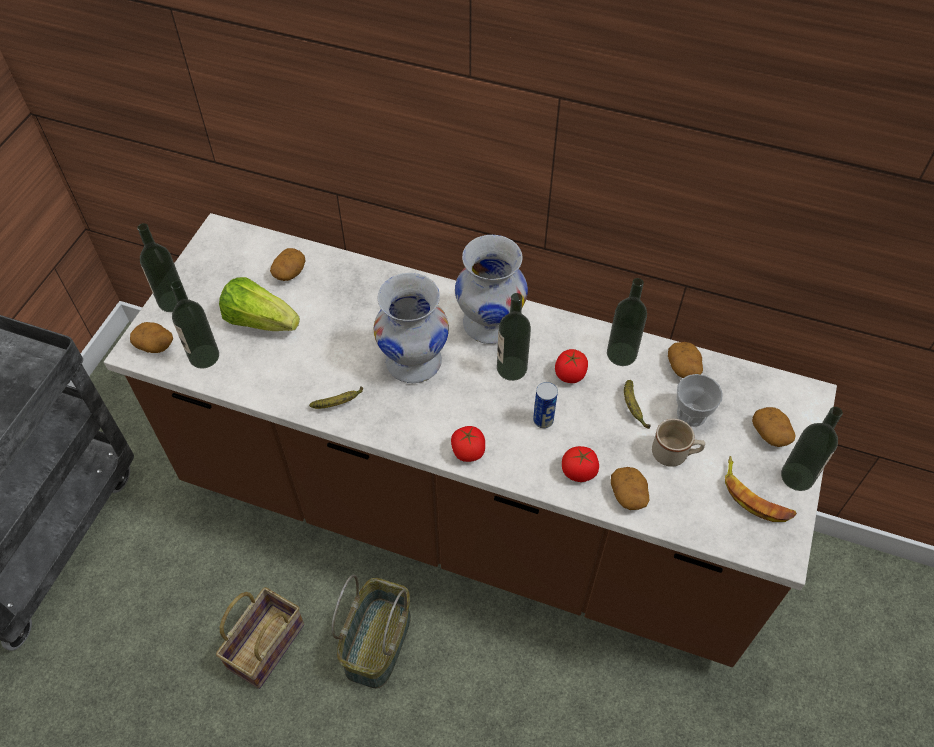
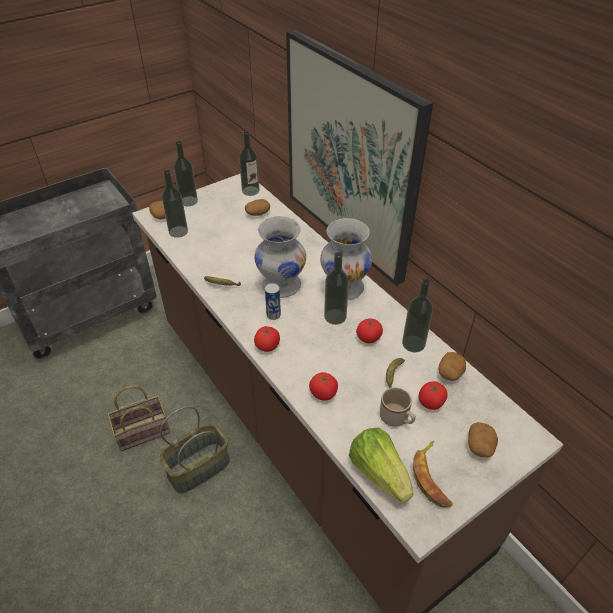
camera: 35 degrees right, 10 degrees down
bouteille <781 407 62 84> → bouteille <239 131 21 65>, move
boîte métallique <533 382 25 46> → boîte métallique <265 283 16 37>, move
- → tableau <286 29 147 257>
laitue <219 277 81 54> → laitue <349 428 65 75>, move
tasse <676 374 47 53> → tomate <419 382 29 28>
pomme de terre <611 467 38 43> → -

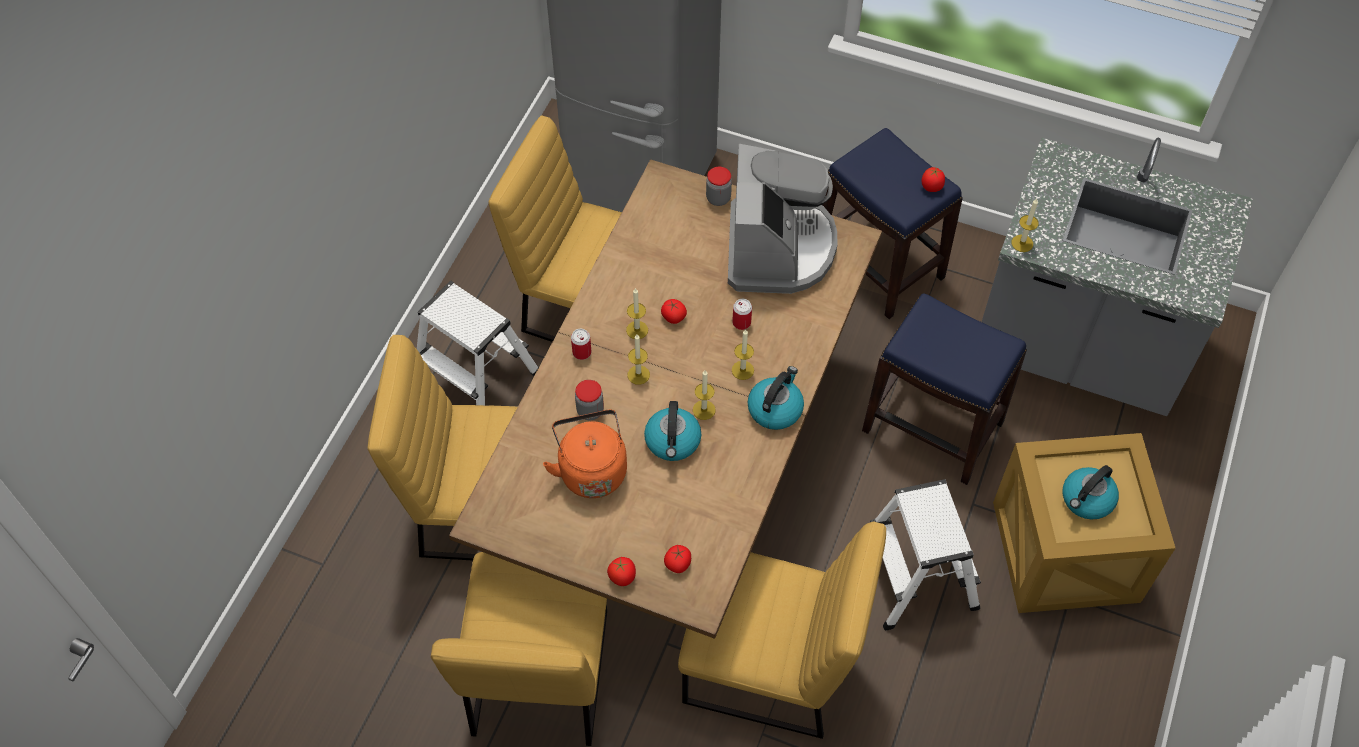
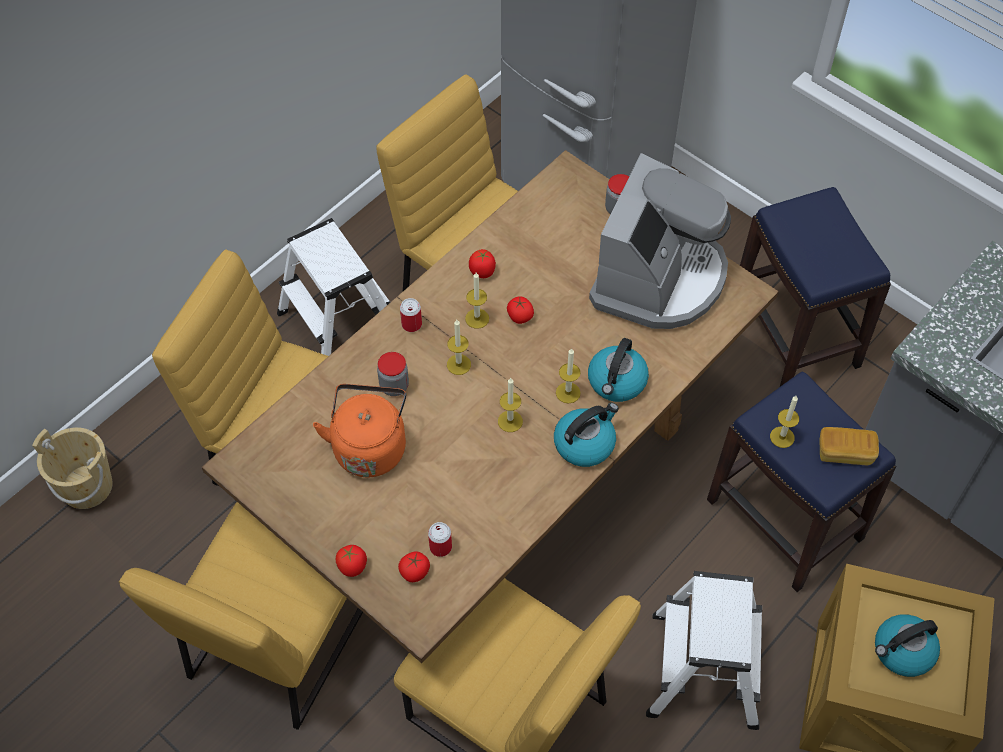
camera: 20 degrees right, 0 degrees up
- → seau/beige <32 427 81 82>
boîte métallique <732 299 20 31> → boîte métallique <428 522 24 35>, move
tomate <921 167 24 25> → tomate <469 249 27 29>, move
bouilloire <644 401 57 60> → bouilloire <588 338 61 64>, move
bougie <1012 198 26 54> → bougie <770 396 29 52>, move
- → pain <820 427 59 38>

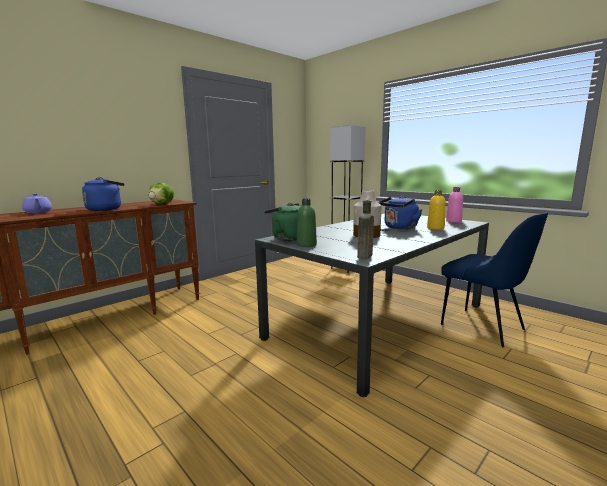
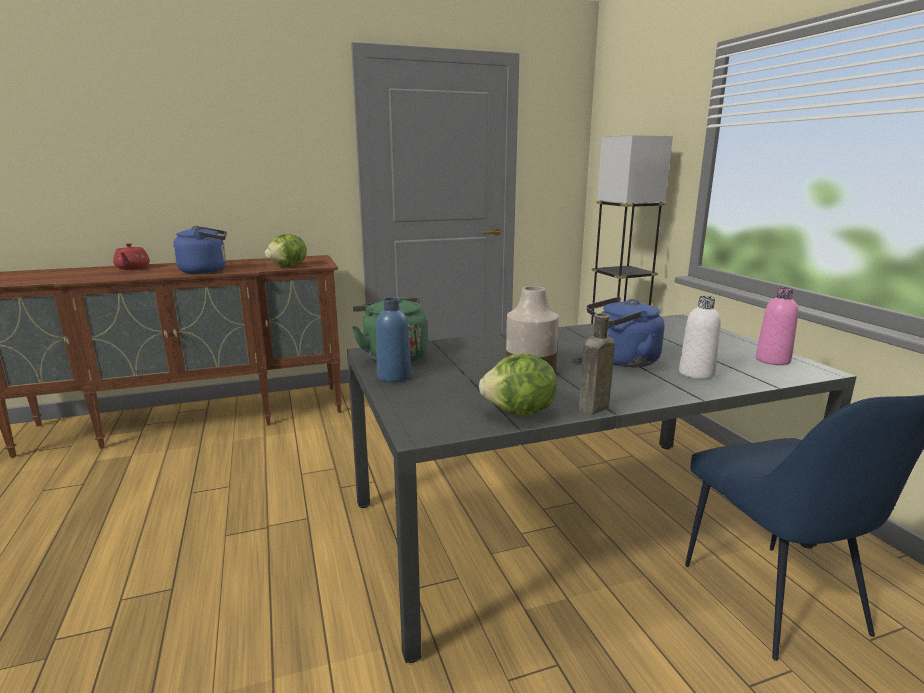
camera: 25 degrees right, 5 degrees up
théière/violet <22 193 30 20> → théière/rouge <113 243 37 27>
bouteille/vert <297 199 20 48> → bouteille/bleu <376 298 35 84>
- → laitue <479 354 78 62>
bouteille/marron <357 200 17 59> → bouteille/marron <578 313 37 102>, move
bouteille/jaune <427 190 19 40> → bouteille/blanc <679 296 42 83>

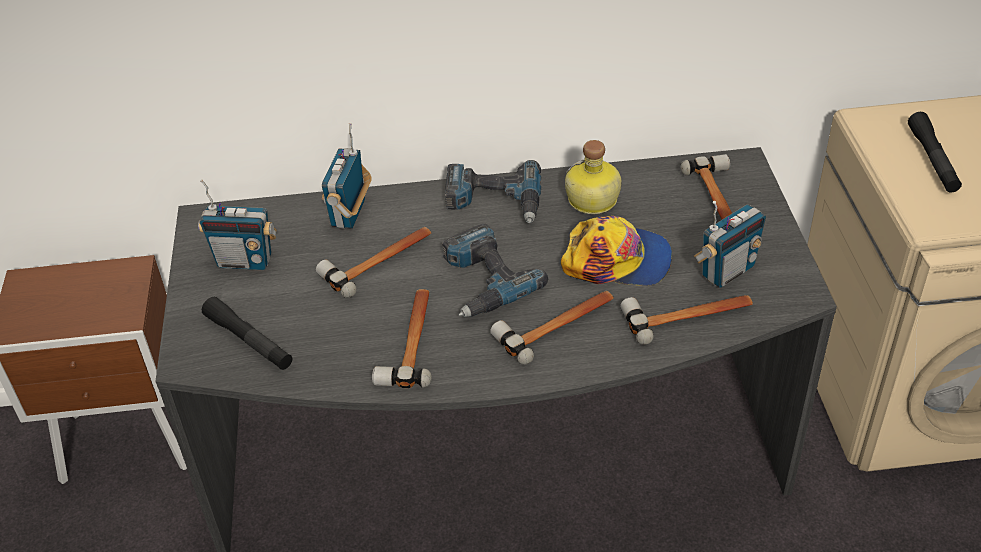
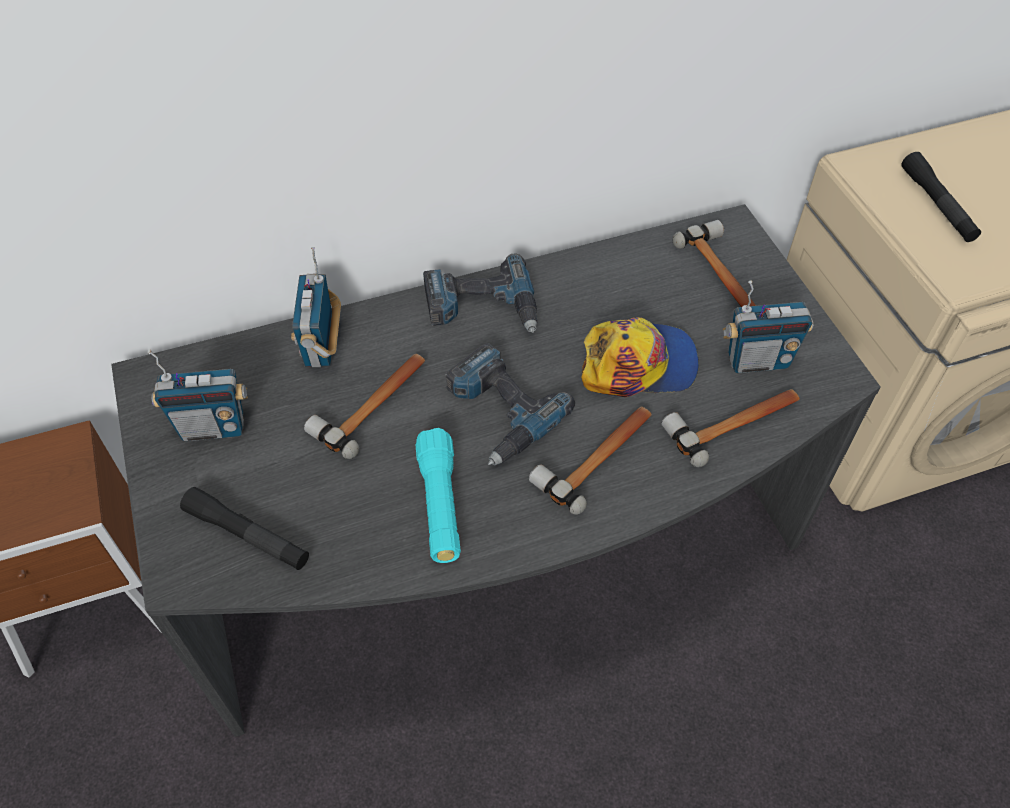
camera: 15 degrees left, 10 degrees up
marteau <372 289 60 99> → lampe de poche/turquoise <415 428 46 135>
radio <694 201 72 87> → radio <723 280 90 93>, 45 degrees clockwise
bouteille <565 140 57 74> → -

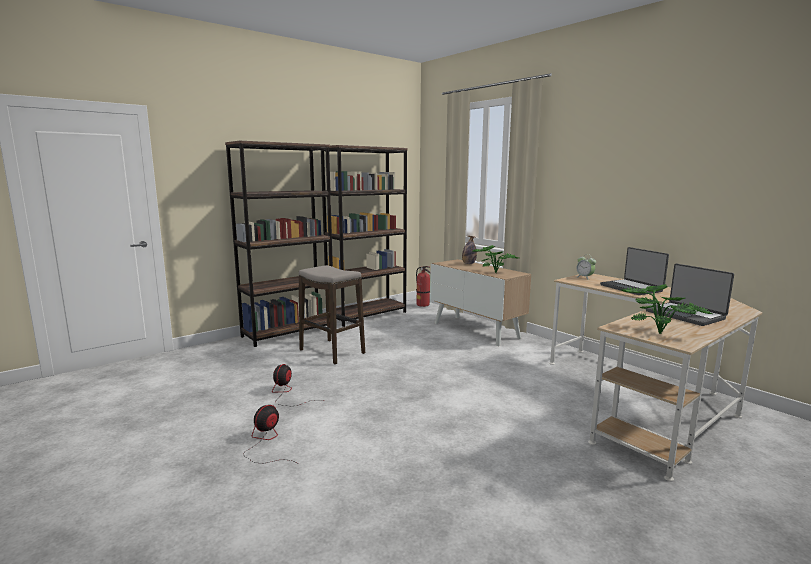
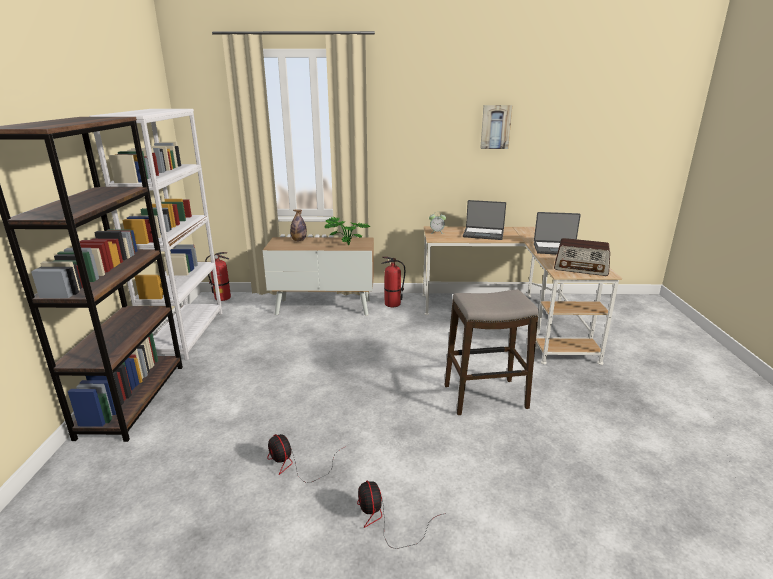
camera: 50 degrees left, 10 degrees up
bibliothèque/marron <321 145 87 182> → bibliothèque/blanc <89 109 134 251>
- → extincteur <381 257 24 50>
tabouret <299 265 66 100> → tabouret <445 290 94 125>, move
- → tableau <480 105 32 44>
plante en pot <621 284 92 50> → radio <554 238 56 38>

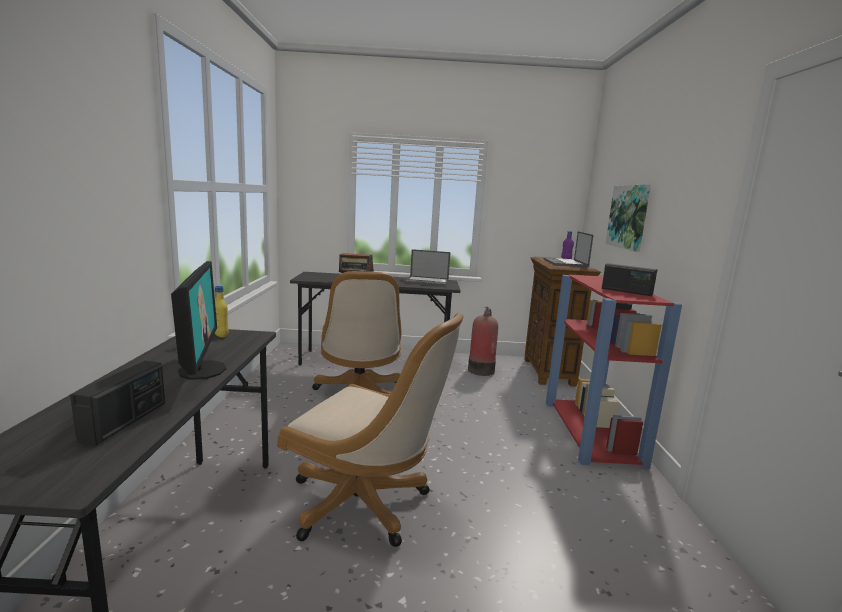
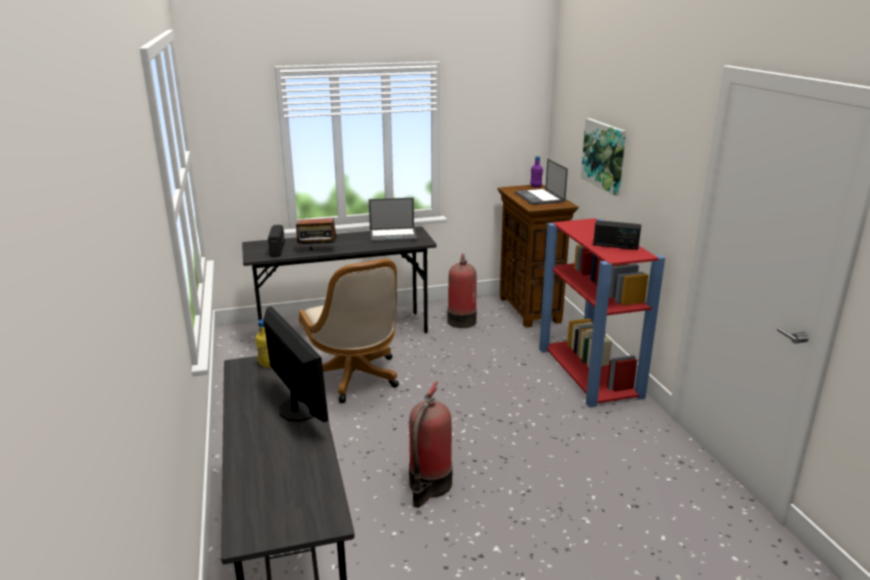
camera: 15 degrees left, 10 degrees up
radio <70 361 95 84> → radio <268 225 17 32>, move
chaise de bureau <277 313 186 234> → extincteur <409 381 43 127>

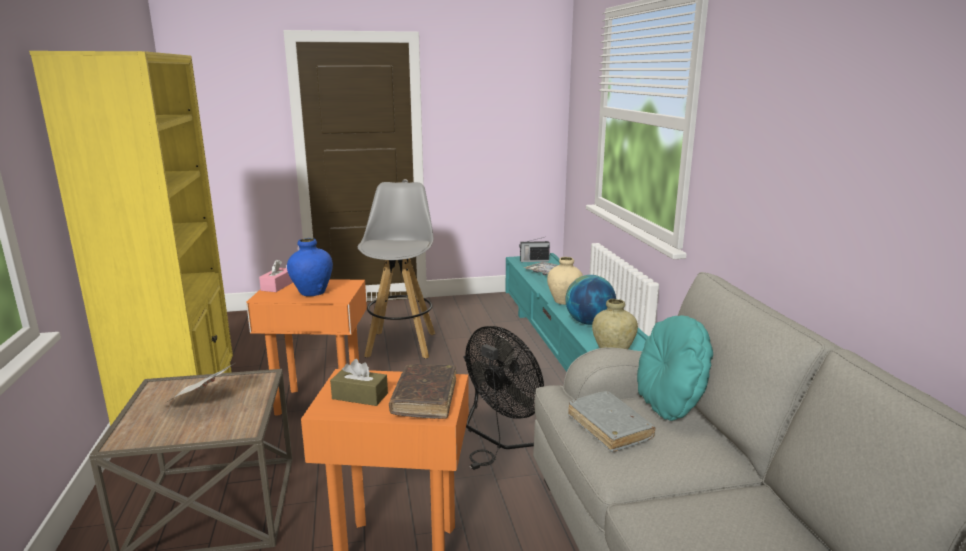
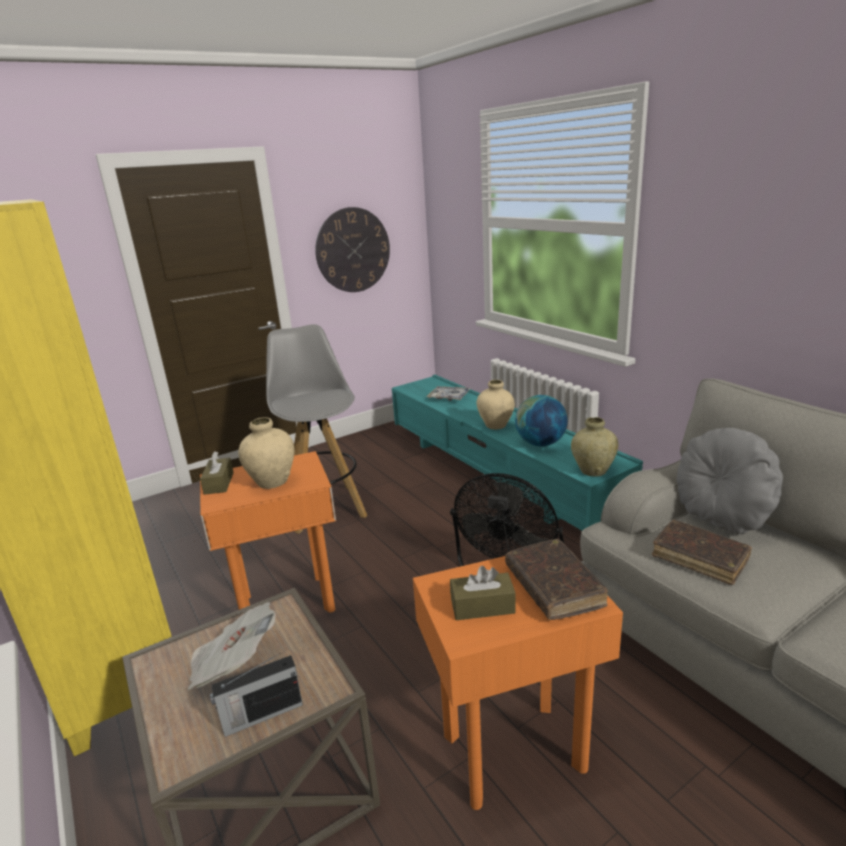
camera: 20 degrees left, 5 degrees up
boîte à mouchoirs/rose <259 260 34 32> → boîte à mouchoirs/marron <200 452 34 43>
radio <519 238 31 24> → radio <210 653 93 84>, move
vase/bleu <287 238 46 58> → vase/beige <238 417 56 72>
- → horloge murale <315 207 75 85>
livre/gris <568 391 87 61> → livre/marron <652 520 100 65>
coussin/turquoise <637 315 76 106> → coussin/gris <676 428 107 107>

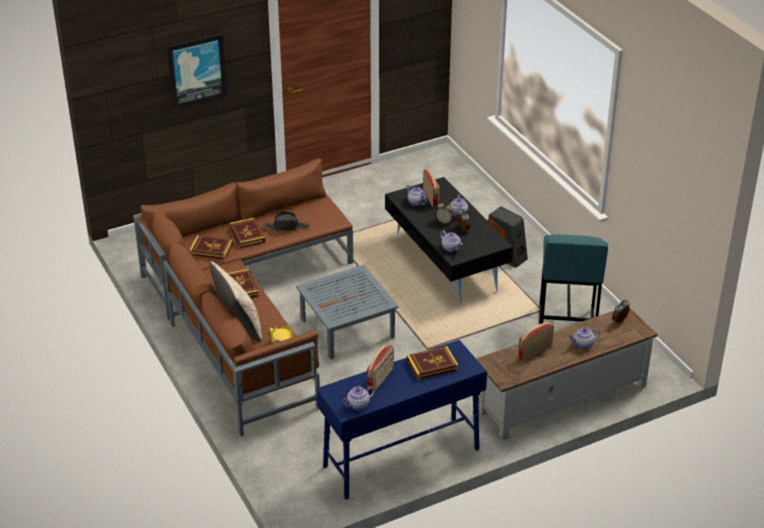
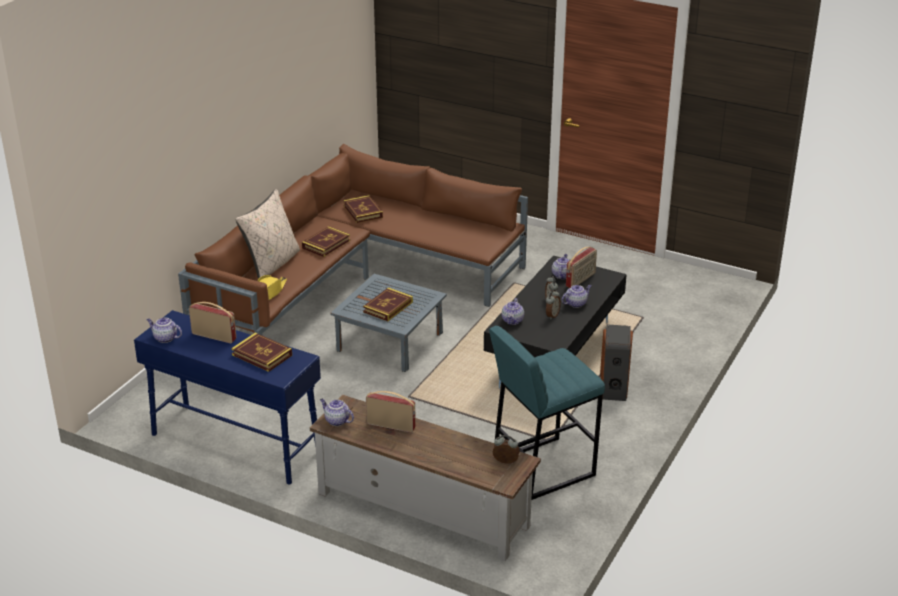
camera: 55 degrees right, 5 degrees down
radio <367 344 27 48> → radio <189 302 47 42>, 150 degrees counterclockwise
théière <569 327 31 22> → théière <320 398 34 28>, move
livre <229 218 36 30> → livre <363 287 50 35>, move
tableau <167 33 60 77> → -
chapeau/noir <263 212 47 19> → -

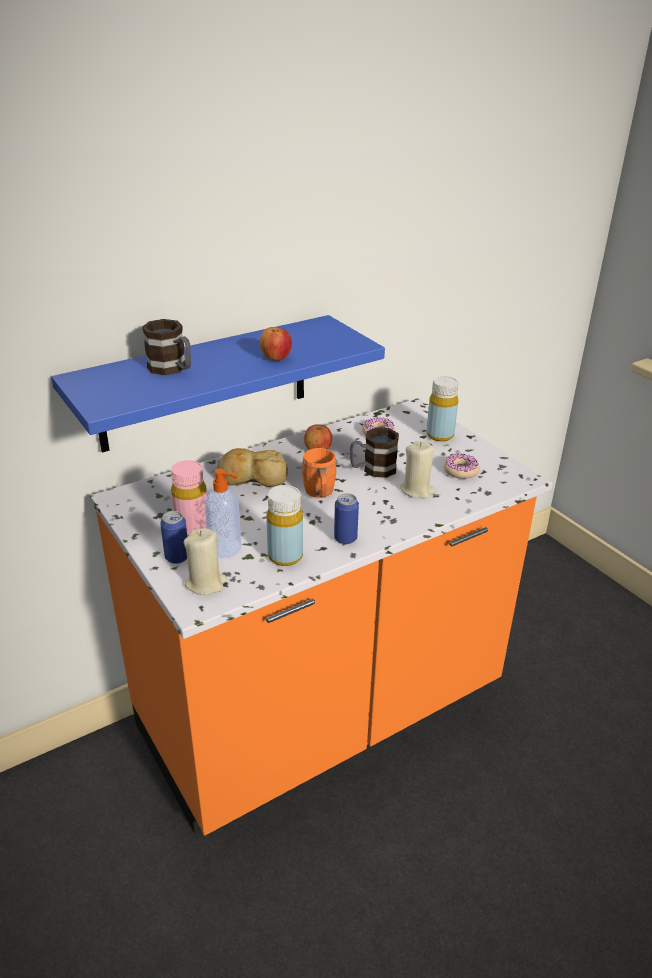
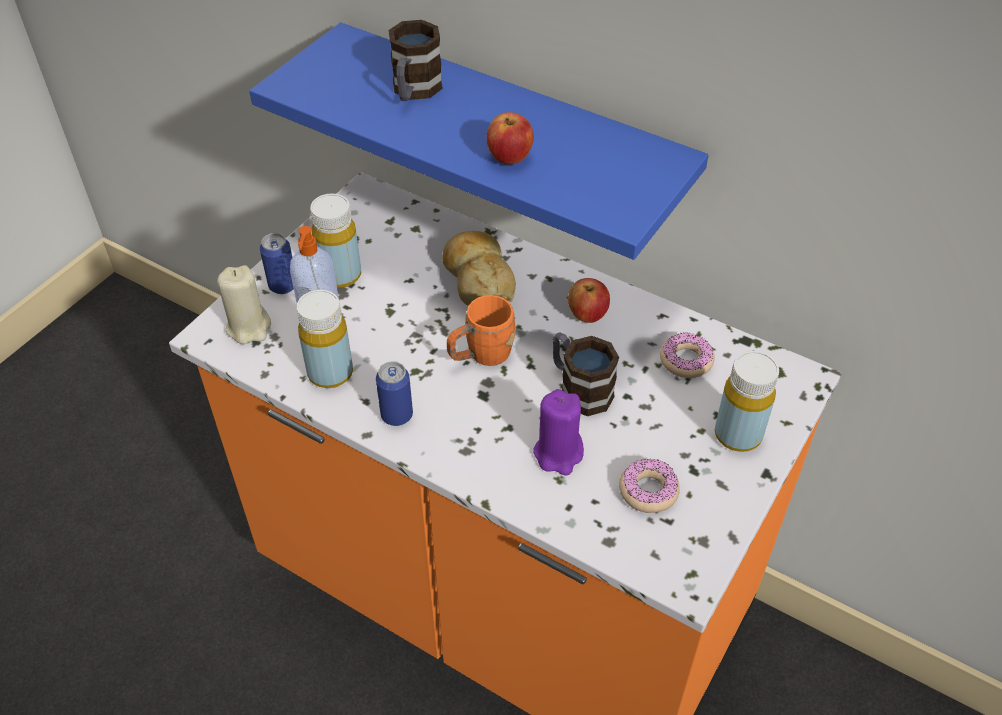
camera: 65 degrees right, 15 degrees up
bouteille/rose <171 460 36 77> → bouteille/jaune <310 194 51 94>
bougie/beige <400 441 35 57> → bougie/violet <533 389 51 86>

